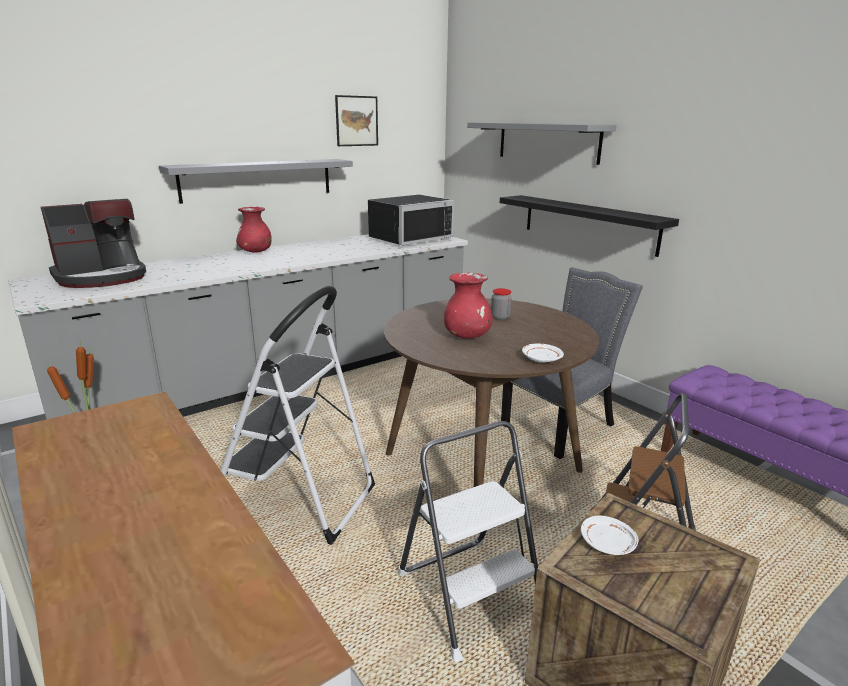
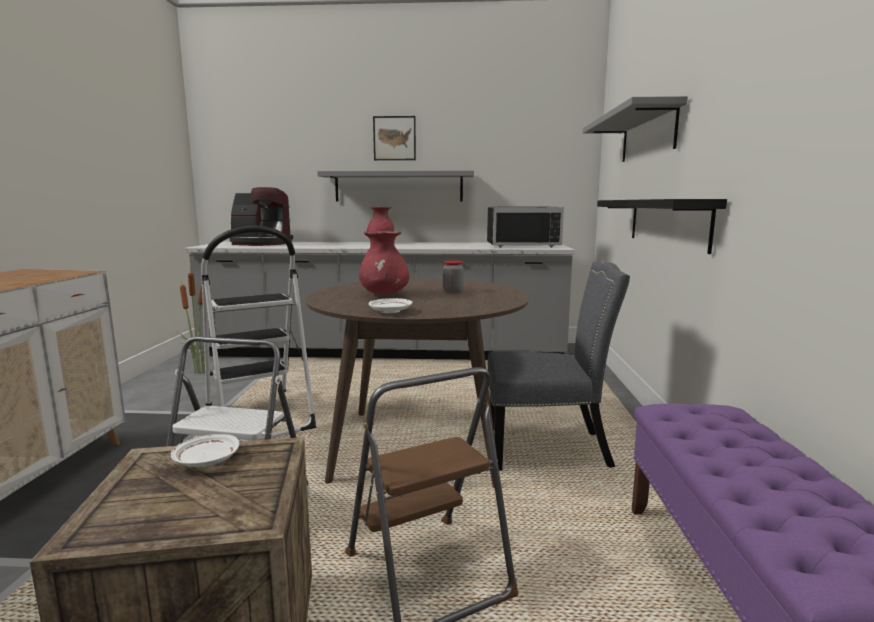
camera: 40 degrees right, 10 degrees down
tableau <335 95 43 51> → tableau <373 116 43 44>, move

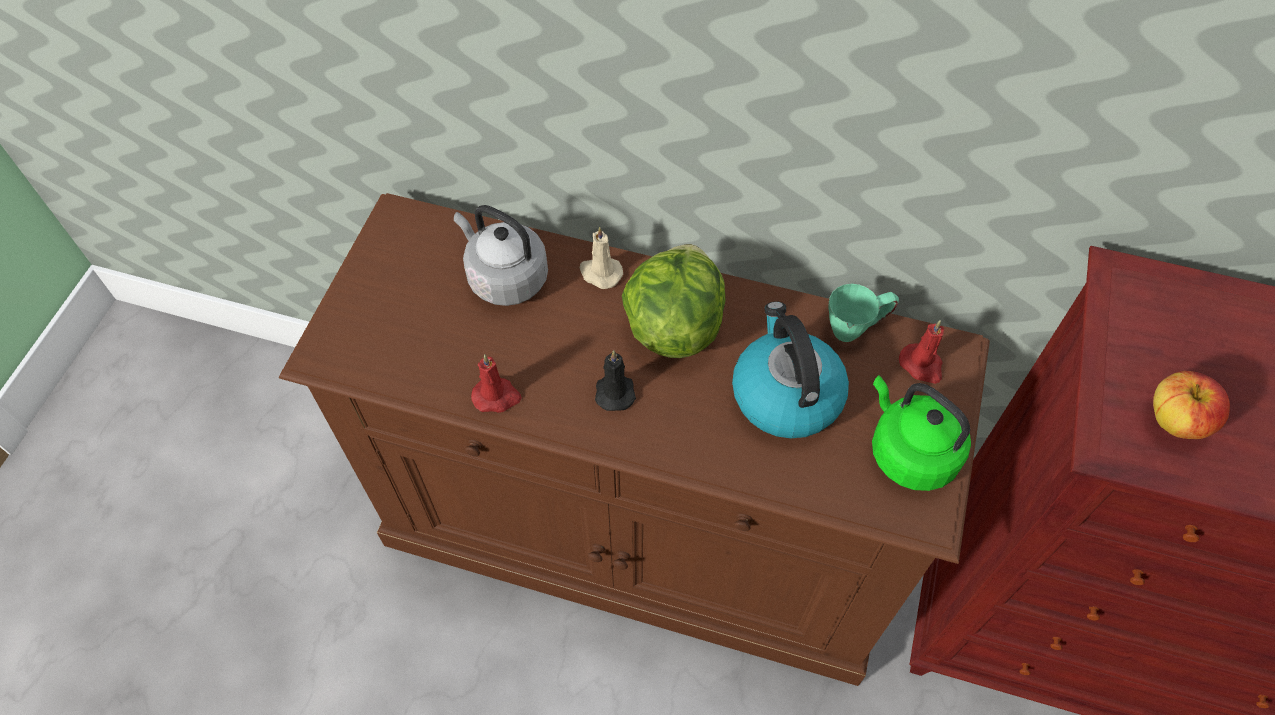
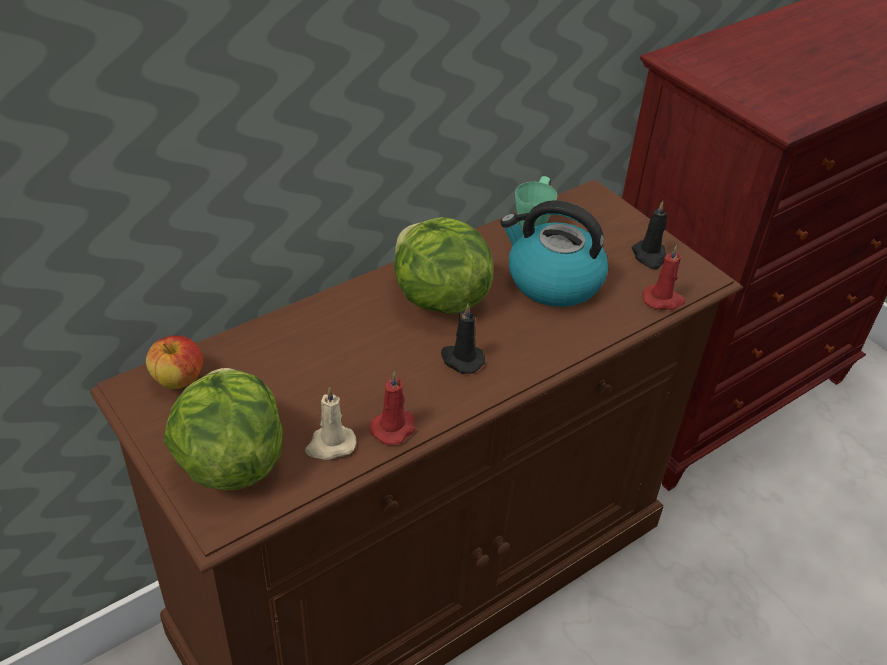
camera: 55 degrees left, 15 degrees down
pomme <1153 371 77 68> → pomme <146 336 57 53>, move
- → laitue <164 368 119 122>
bougie/beige <580 226 43 63> → bougie/beige <305 387 51 73>, move
bouilloire/vert <872 375 99 116> → bougie/noir <632 201 35 68>
bougie/rouge <899 320 45 64> → bougie/rouge <642 245 43 65>, move
bouilloire/gris <454 205 94 101> → -

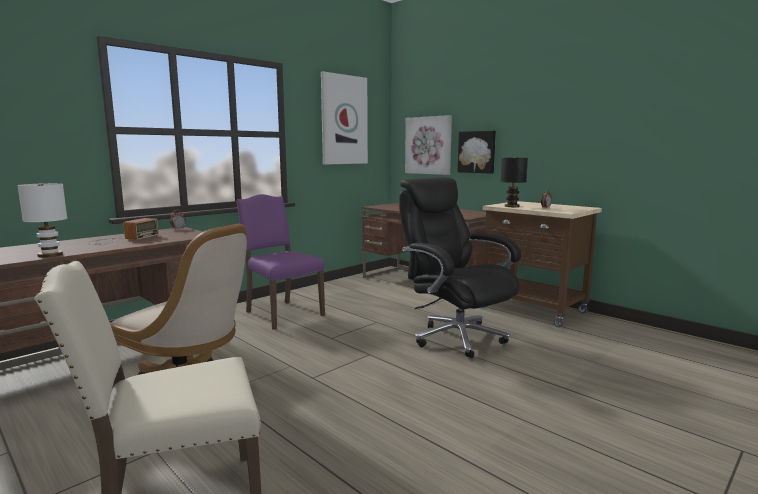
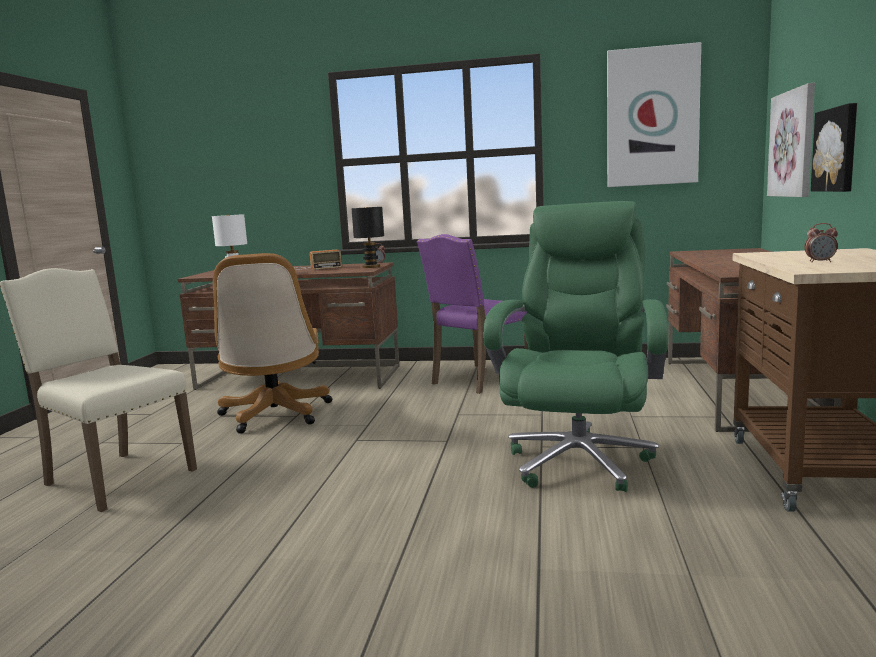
camera: 55 degrees right, 0 degrees up
lampe de table/noir <500 157 28 50> → lampe de table/noir <351 207 33 61>, move
chaise/violet <236 194 89 136> → chaise/violet <417 234 112 160>, 150 degrees counterclockwise
chaise de bureau/noir <399 177 122 181> → chaise de bureau/vert <483 201 185 291>

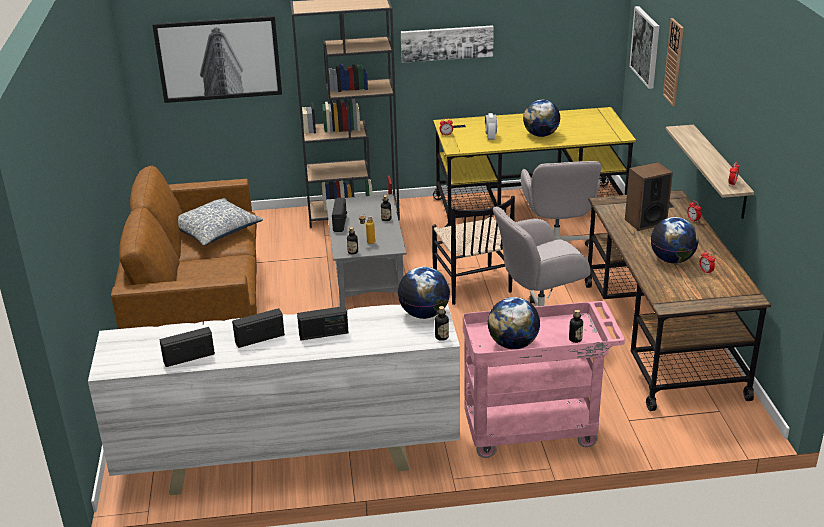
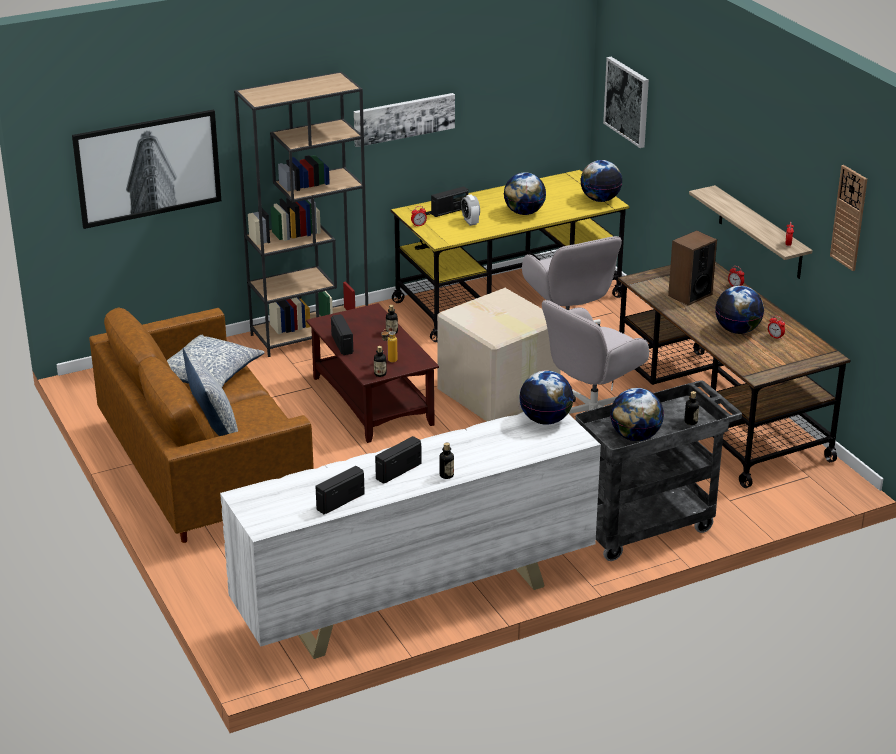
camera: 20 degrees left, 0 degrees up
- → coussin <183 347 55 89>
table basse/gris <326 194 80 113> → table basse/marron <306 303 133 140>
radio <297 306 51 34> → radio <431 186 37 31>, move
chaise/noir <432 196 83 109> → carton <437 288 124 133>
bouteille <435 306 14 35> → bouteille <439 442 15 37>, move
chariot/rose <463 301 162 157> → chariot/noir <575 380 167 181>
- → globe <581 160 41 42>
horloge murale <663 18 21 88> → horloge murale <830 165 37 106>, move

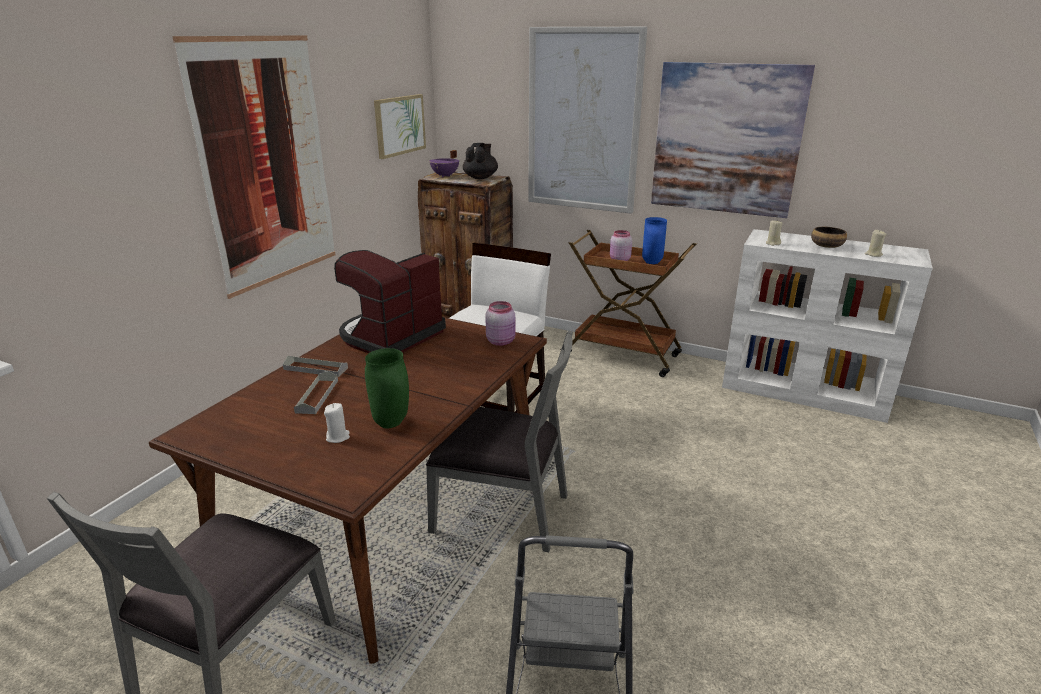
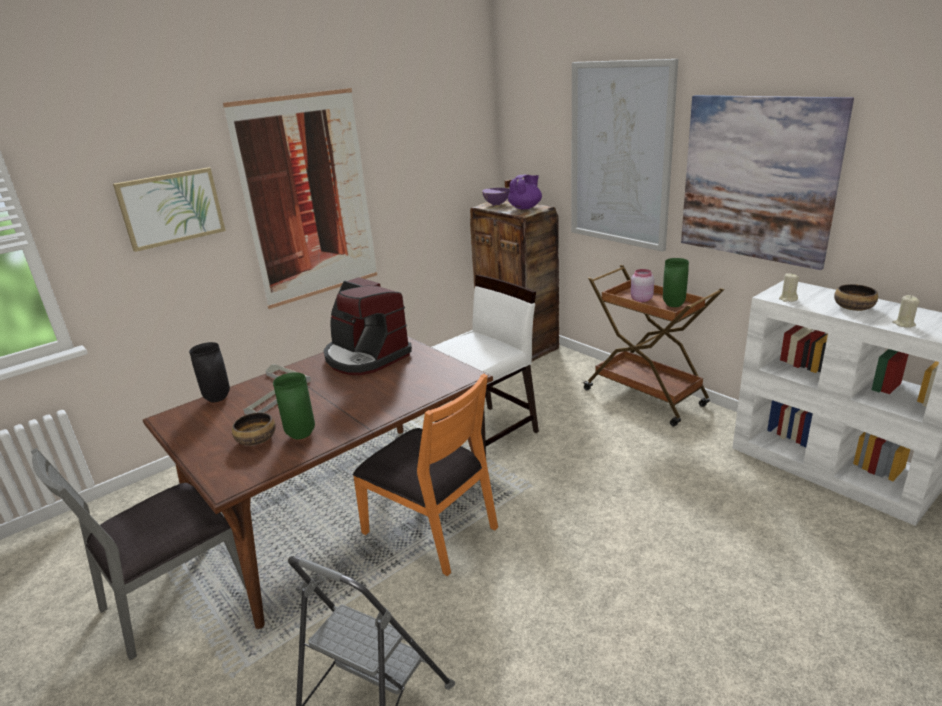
camera: 25 degrees right, 0 degrees up
tableau <374 94 52 65> → tableau <113 167 113 85>, move
- → vase/noir <189 342 41 61>
bougie/blanc <324 403 26 40> → bol <232 412 44 34>
machine à café <334 250 112 103> → machine à café <323 277 89 98>, 105 degrees counterclockwise
chaise/gris <426 331 147 221> → chaise/orange <352 373 146 203>
théière/noir <463 143 35 36> → théière/violet <508 175 34 34>
vase/bleu <642 217 25 47> → vase/vert <663 258 26 49>
bocal/rose <485 301 30 45> → -

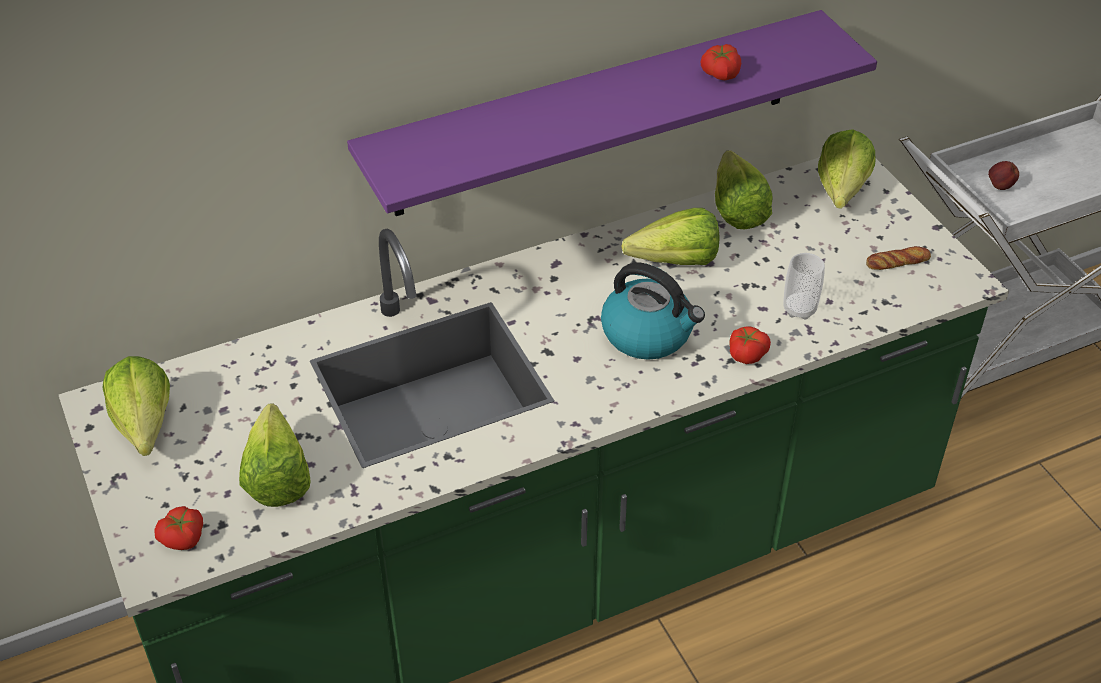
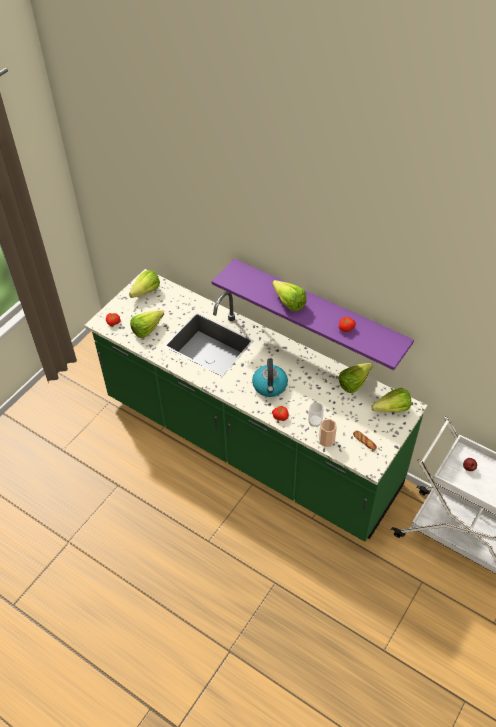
camera: 60 degrees right, 5 degrees up
laitue <621 208 98 57> → laitue <272 280 34 31>, move
- → tasse <319 419 18 28>

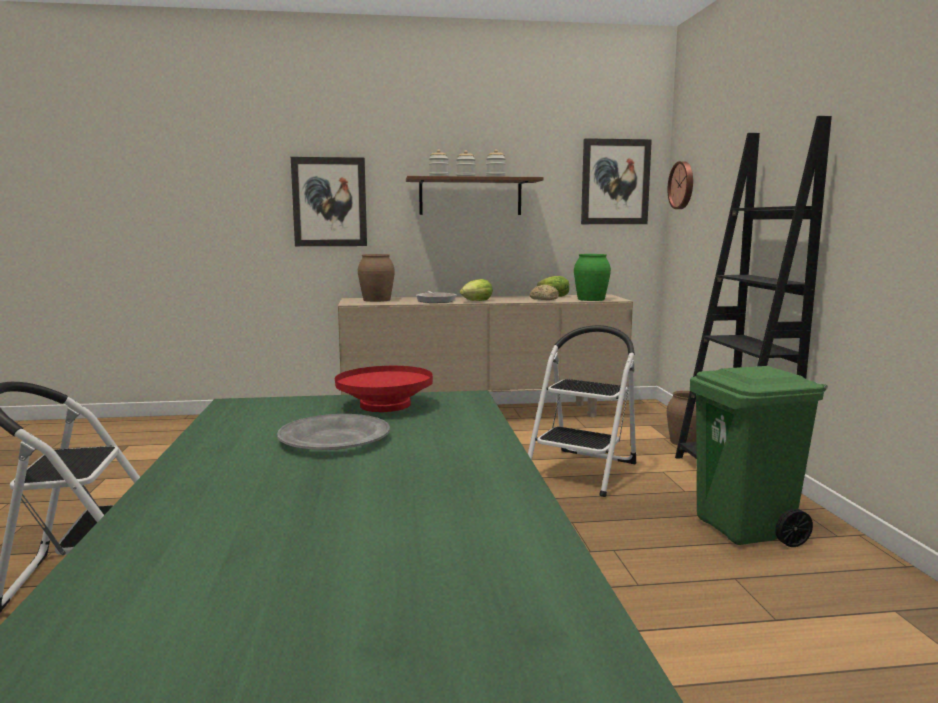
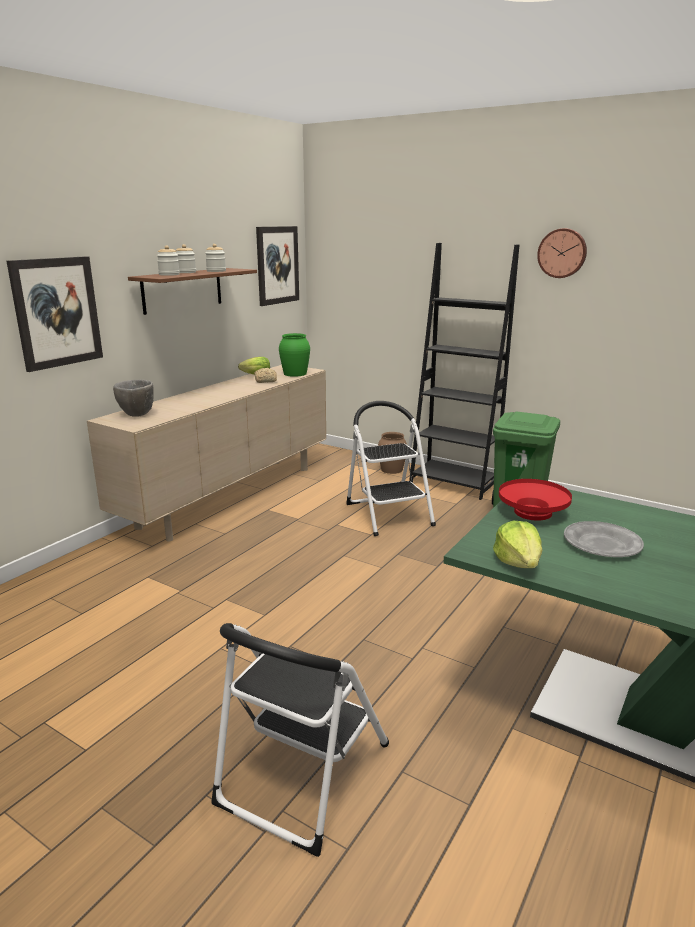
camera: 50 degrees left, 10 degrees up
vase/marron <358 254 37 48> → bol/gris <113 379 41 38>
laitue <460 279 33 22> → laitue <493 521 49 47>, move
horloge murale <667 161 26 48> → horloge murale <537 228 50 50>, move
poêle <416 291 41 12> → -

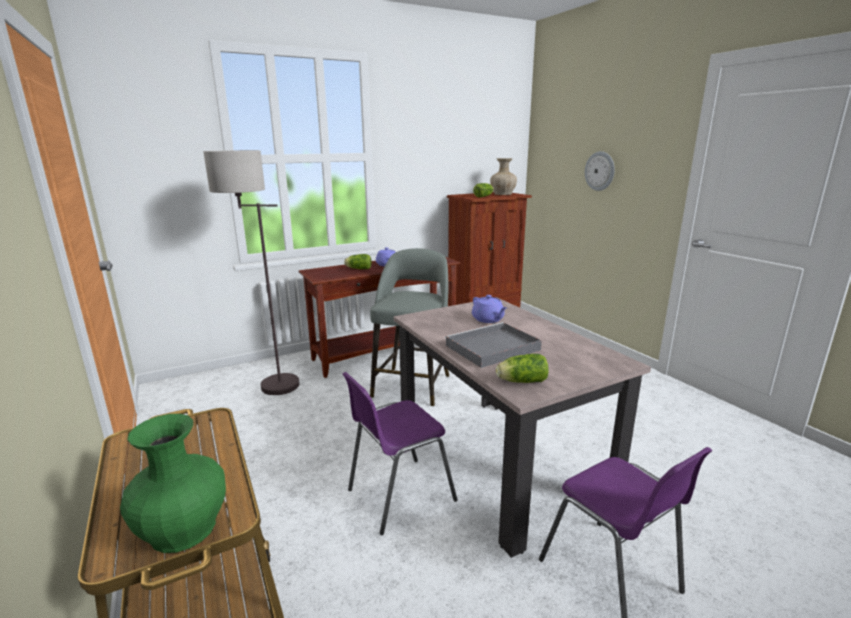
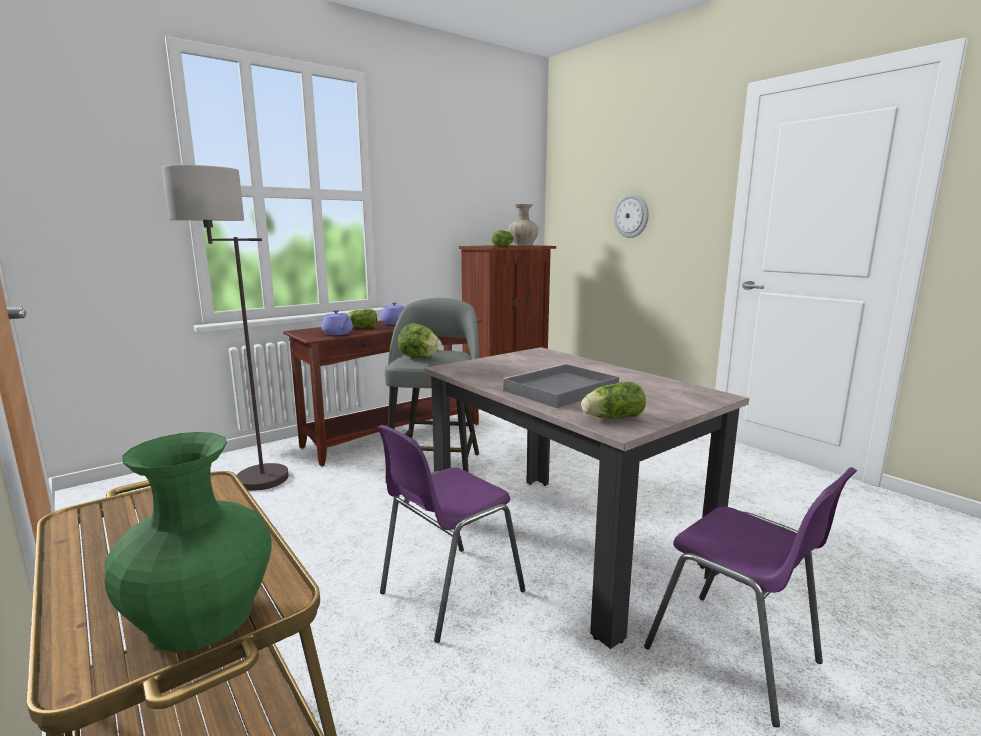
camera: 10 degrees left, 5 degrees down
théière/violet <472 295 35 28> → théière/violet <321 310 32 25>, move
- → laitue <398 323 44 35>

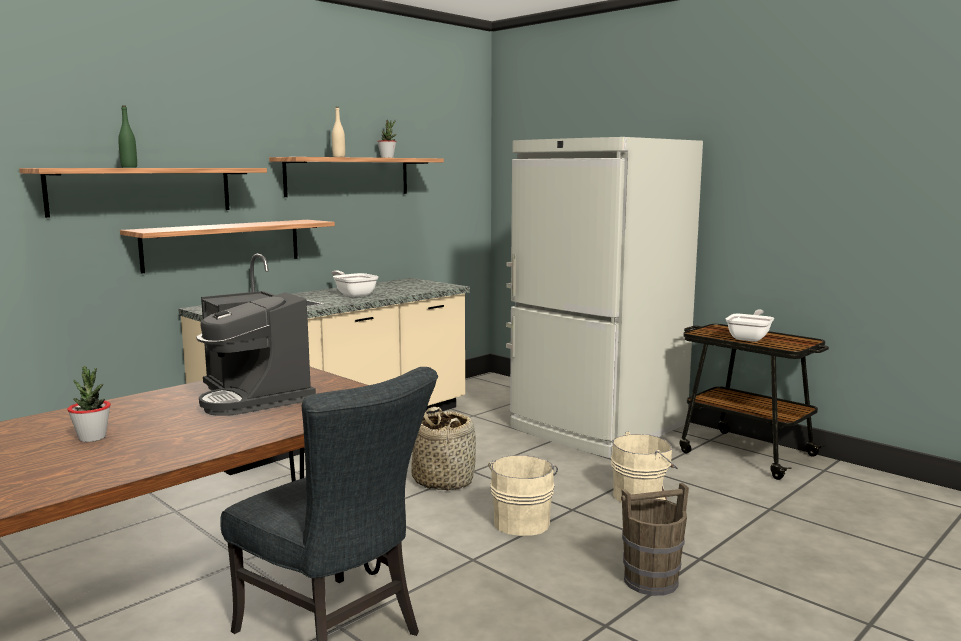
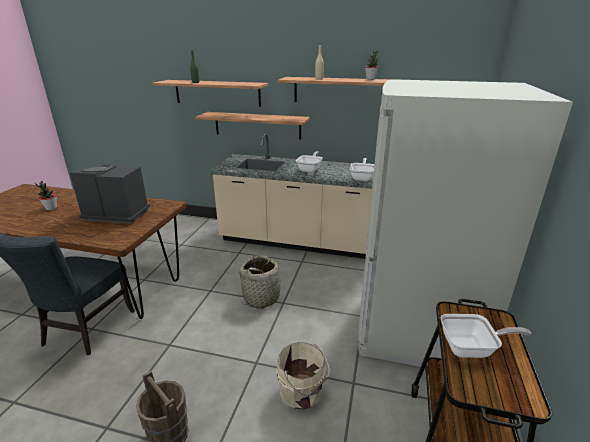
camera: 60 degrees right, 15 degrees up
machine à café <196 291 120 125> → machine à café <70 165 80 59>, 75 degrees clockwise
- → poêle <350 158 24 23>
seau/beige <488 455 70 81> → -

